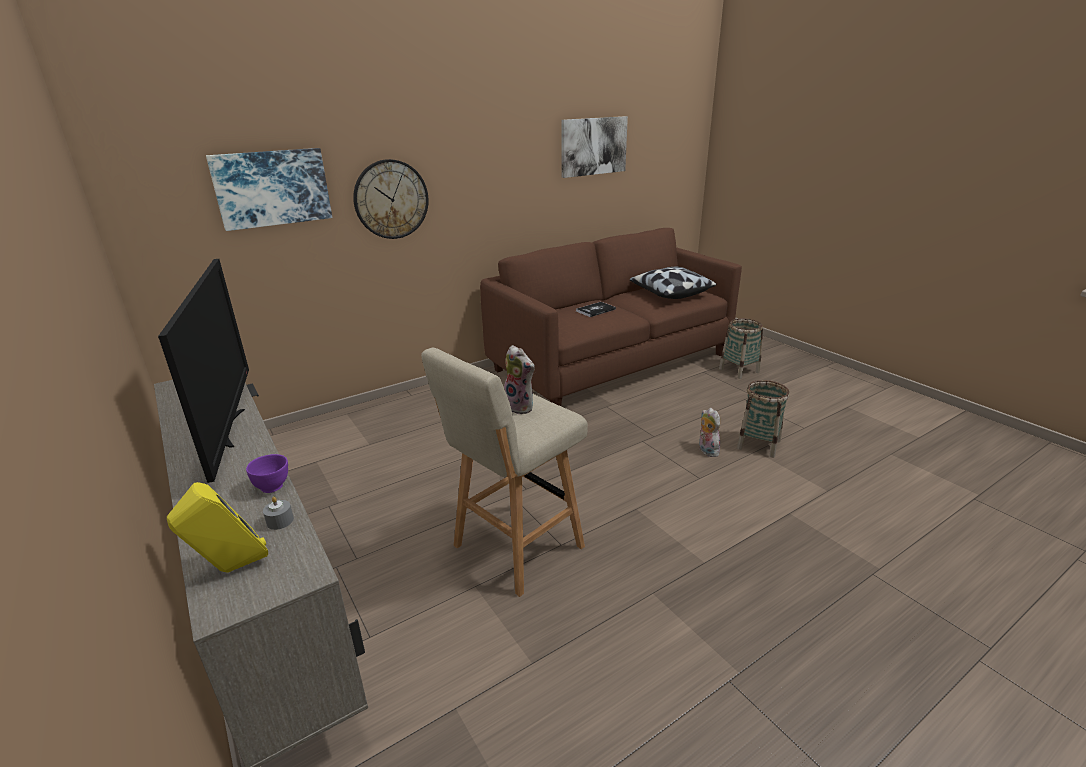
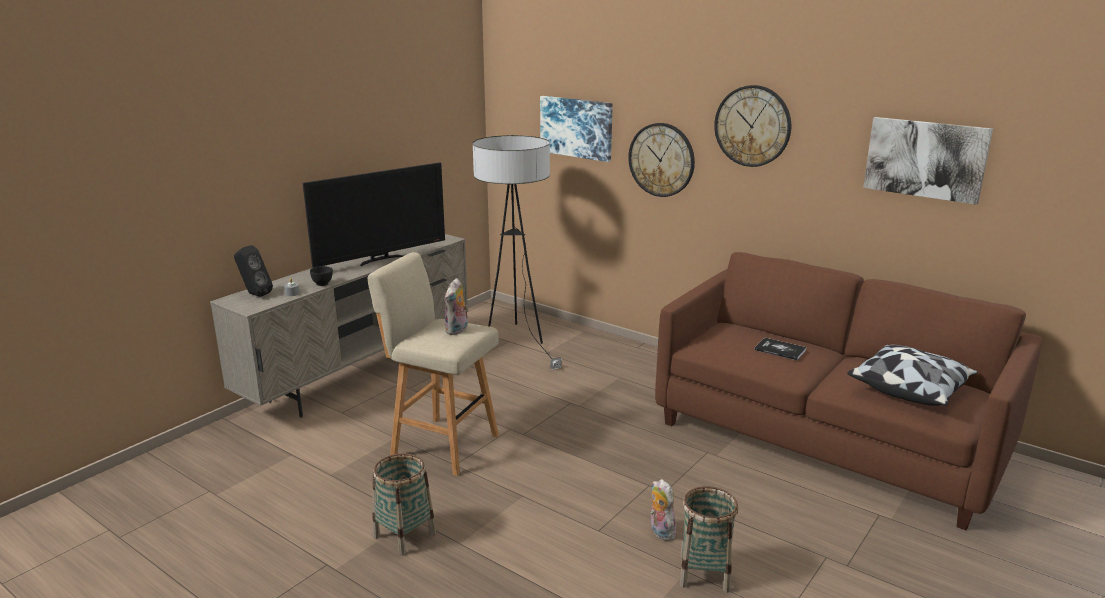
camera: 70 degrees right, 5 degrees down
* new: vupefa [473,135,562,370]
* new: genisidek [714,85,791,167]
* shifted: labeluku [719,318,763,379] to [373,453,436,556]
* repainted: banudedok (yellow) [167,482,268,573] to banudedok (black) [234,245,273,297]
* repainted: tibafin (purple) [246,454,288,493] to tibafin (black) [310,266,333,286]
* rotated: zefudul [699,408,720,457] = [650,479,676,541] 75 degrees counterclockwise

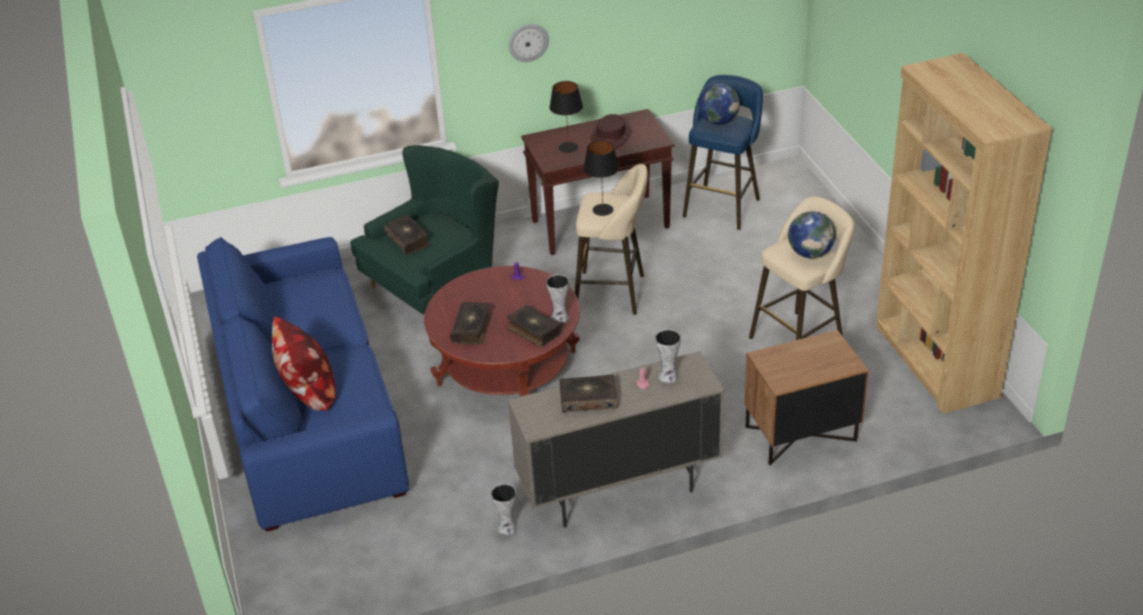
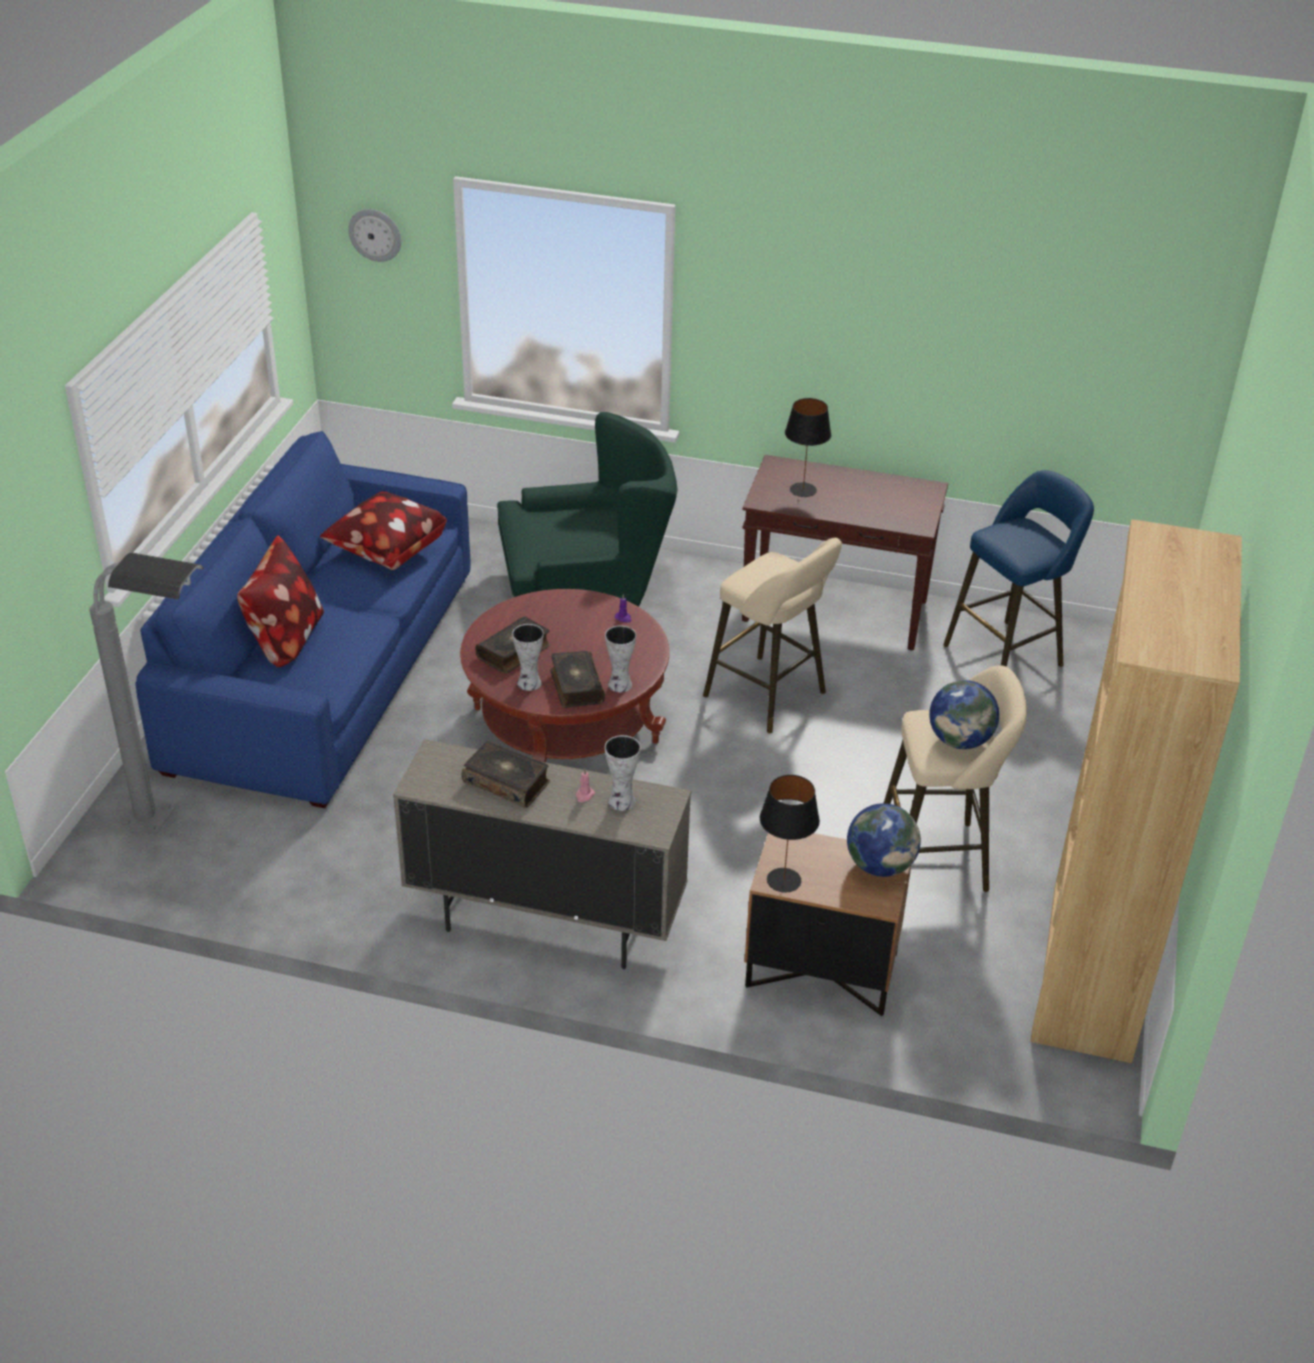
camera: 30 degrees right, 0 degrees up
* gone: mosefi [384,214,430,255]
* gone: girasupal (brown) [591,114,632,150]
* new: vupefa (grey) [89,552,204,835]
* new: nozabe [320,491,447,570]
* shifted: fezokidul [491,484,517,535] to [512,624,544,691]
* shifted: genisidek [509,24,549,62] to [348,209,401,262]
* shifted: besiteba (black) [583,141,619,216] to [760,775,820,893]
* shifted: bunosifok [699,83,740,125] to [847,803,921,877]

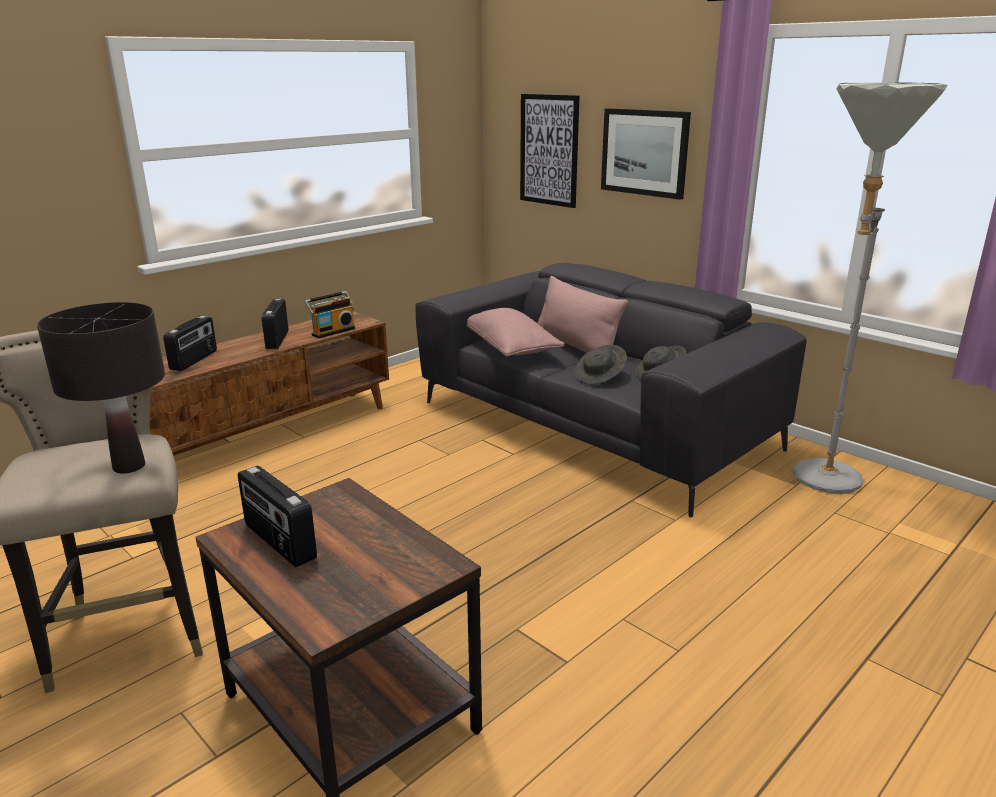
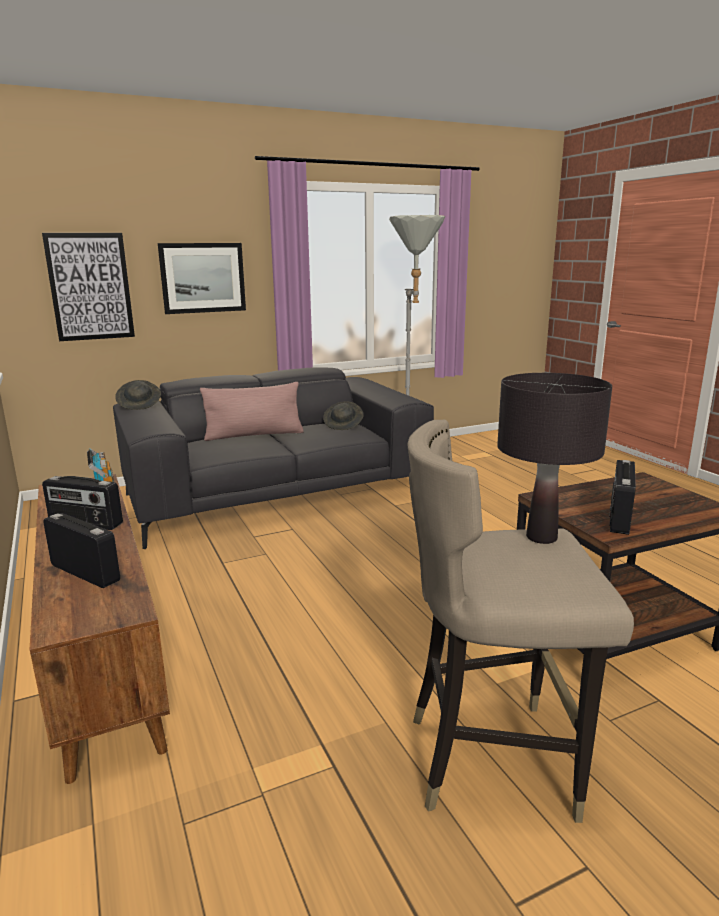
camera: 70 degrees left, 5 degrees down
* gone: nozabe (pink) [467,308,565,357]
* shifted: girasupal (grey) [575,345,627,384] to [115,380,161,410]
* rotated: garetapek [238,466,317,567] = [609,460,636,535] 135 degrees clockwise

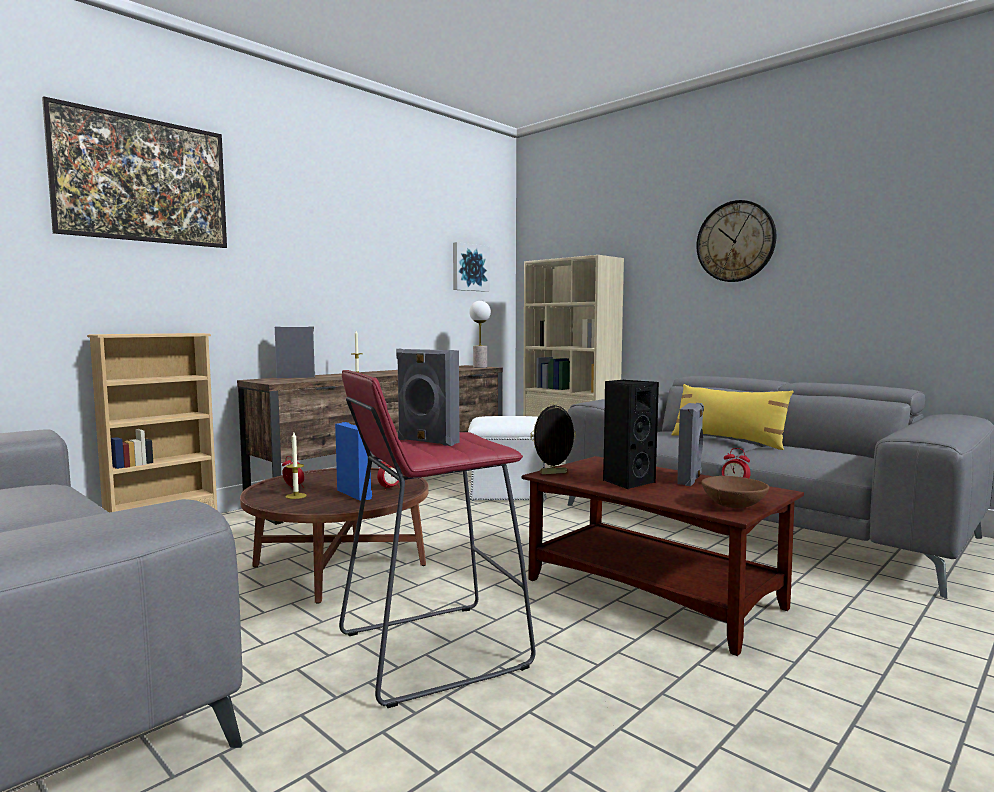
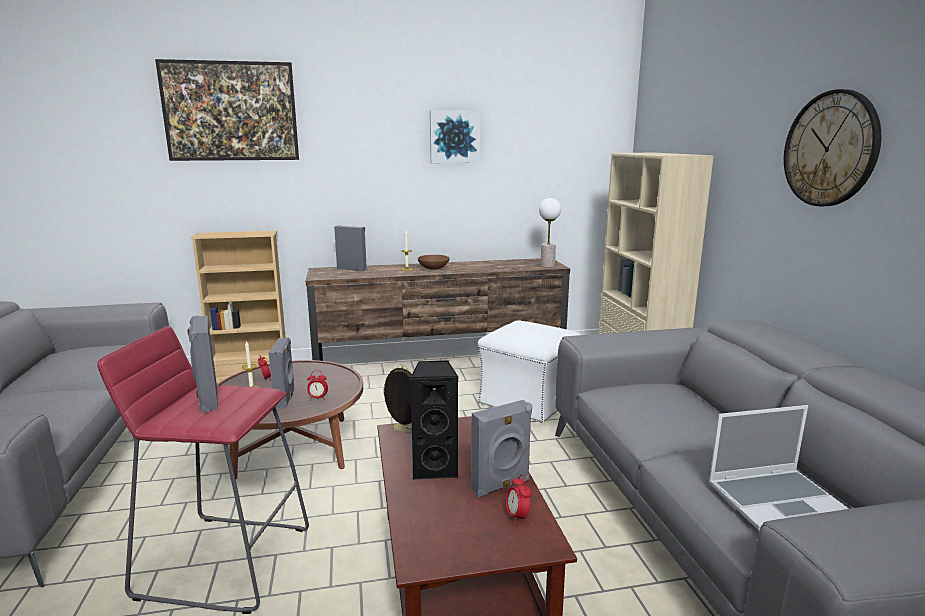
camera: 35 degrees right, 10 degrees up
* gone: nozabe (yellow) [671,384,794,450]
* new: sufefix [708,405,849,531]
* shifted: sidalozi [453,242,490,292] to [430,110,481,163]
* shifted: tibafin (brown) [701,476,769,508] to [417,255,449,270]
* repainted: banudedok (blue) [335,422,372,501] to banudedok (grey) [269,337,295,409]

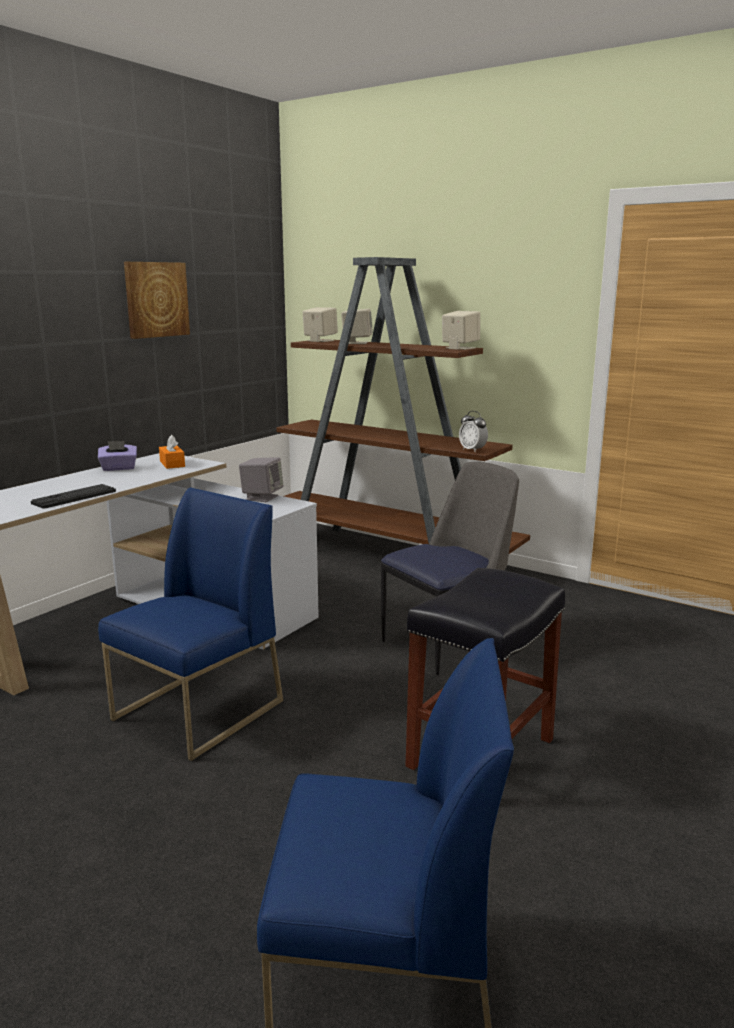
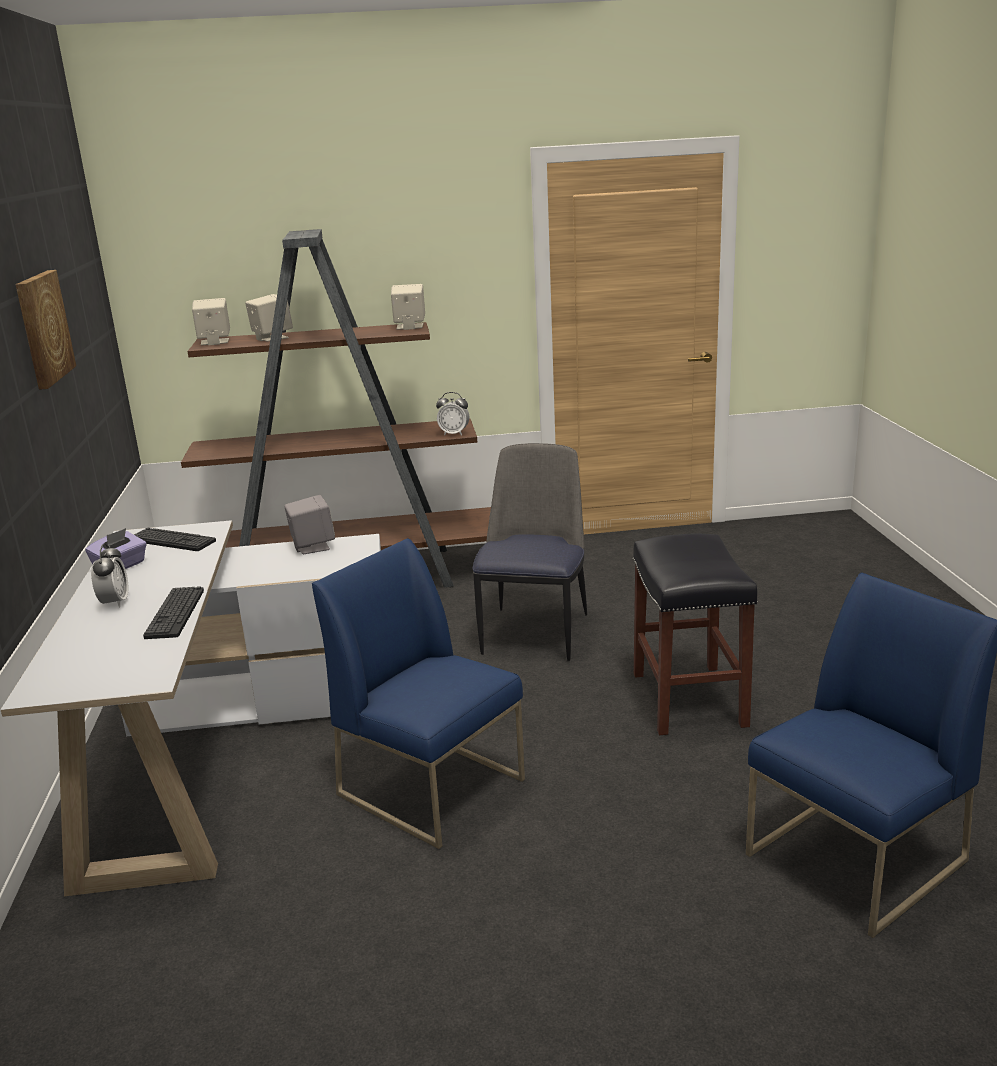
camera: 40 degrees left, 5 degrees up
* new: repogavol [91,543,128,608]
* swapped: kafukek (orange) [159,435,185,469] to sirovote [134,528,216,551]
* rotated: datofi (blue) [98,488,283,761] = [312,538,525,849] 45 degrees counterclockwise

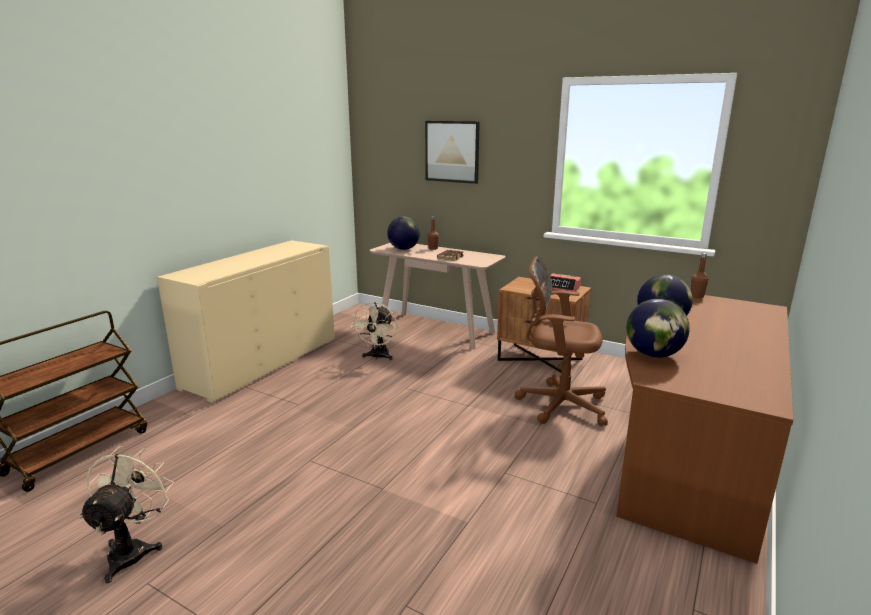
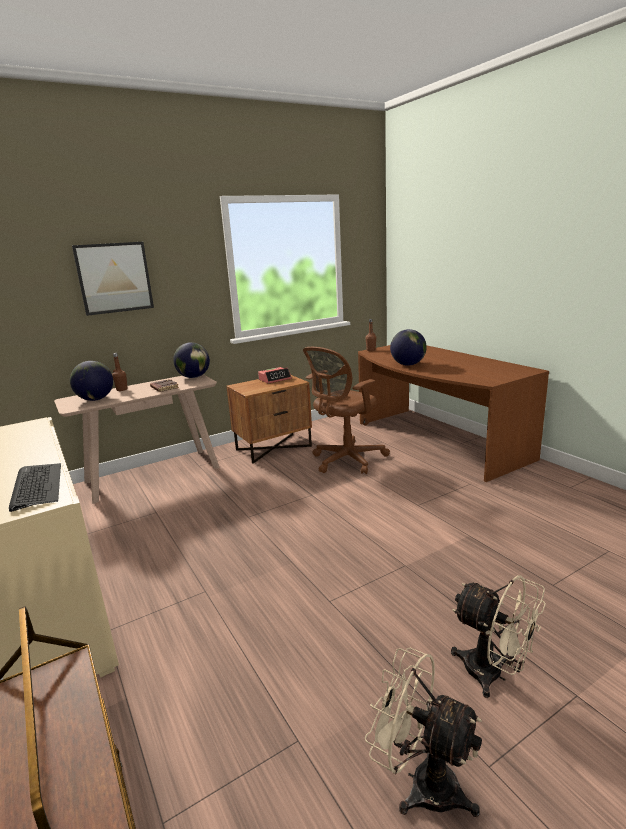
camera: 60 degrees left, 0 degrees up
* new: sirovote [9,463,61,512]
* shifted: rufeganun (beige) [351,302,397,360] to [451,575,546,698]
* shifted: bunosifok [627,299,690,358] to [173,342,210,378]

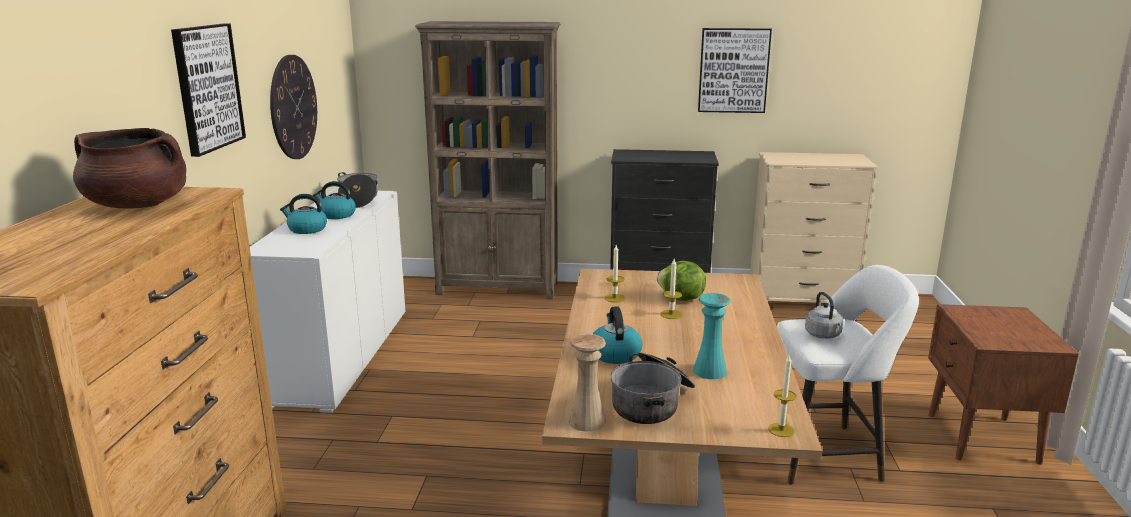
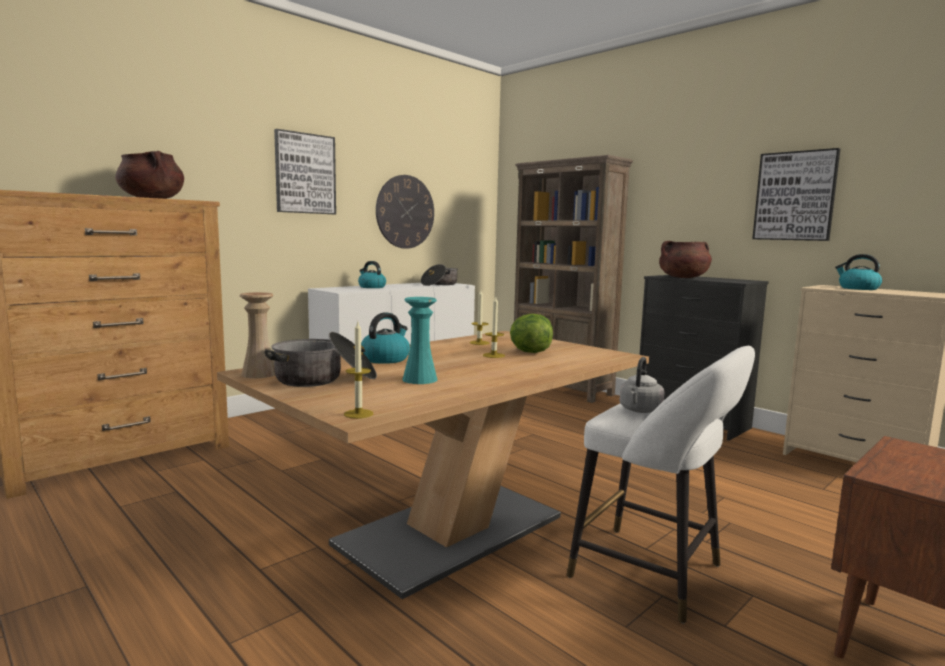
camera: 40 degrees right, 10 degrees down
* new: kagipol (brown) [659,241,712,278]
* shifted: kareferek [313,181,356,219] to [835,254,882,290]

